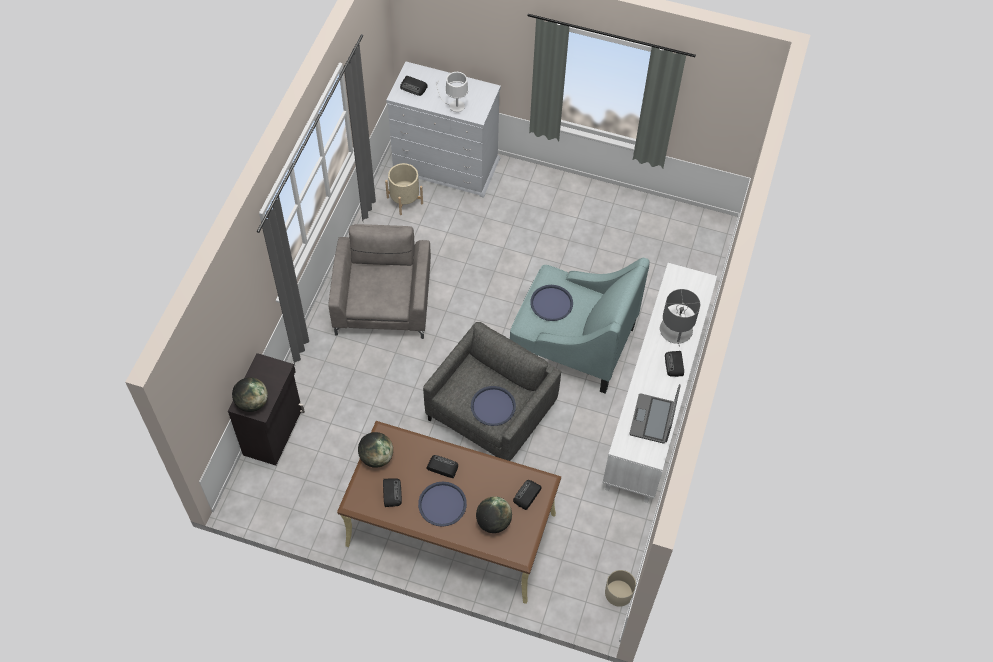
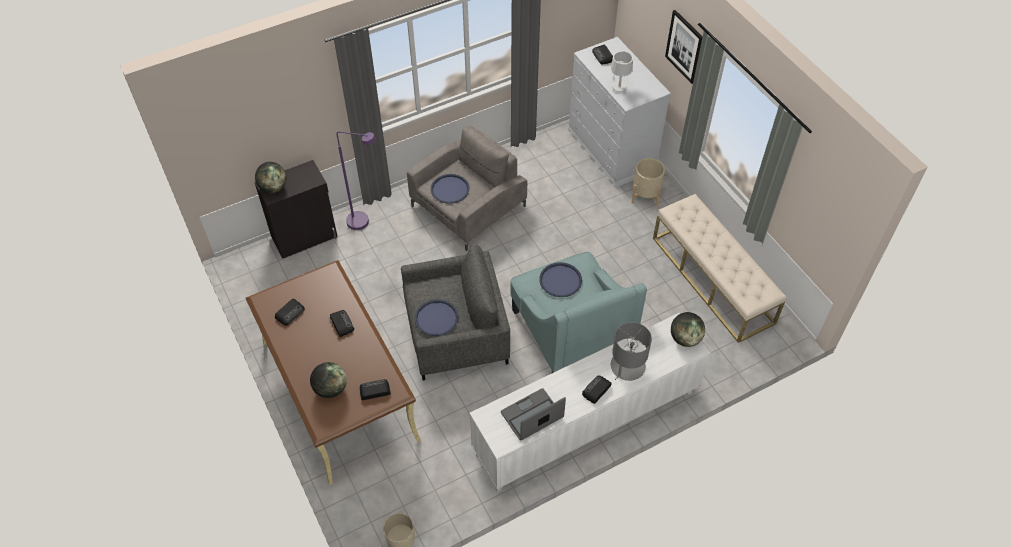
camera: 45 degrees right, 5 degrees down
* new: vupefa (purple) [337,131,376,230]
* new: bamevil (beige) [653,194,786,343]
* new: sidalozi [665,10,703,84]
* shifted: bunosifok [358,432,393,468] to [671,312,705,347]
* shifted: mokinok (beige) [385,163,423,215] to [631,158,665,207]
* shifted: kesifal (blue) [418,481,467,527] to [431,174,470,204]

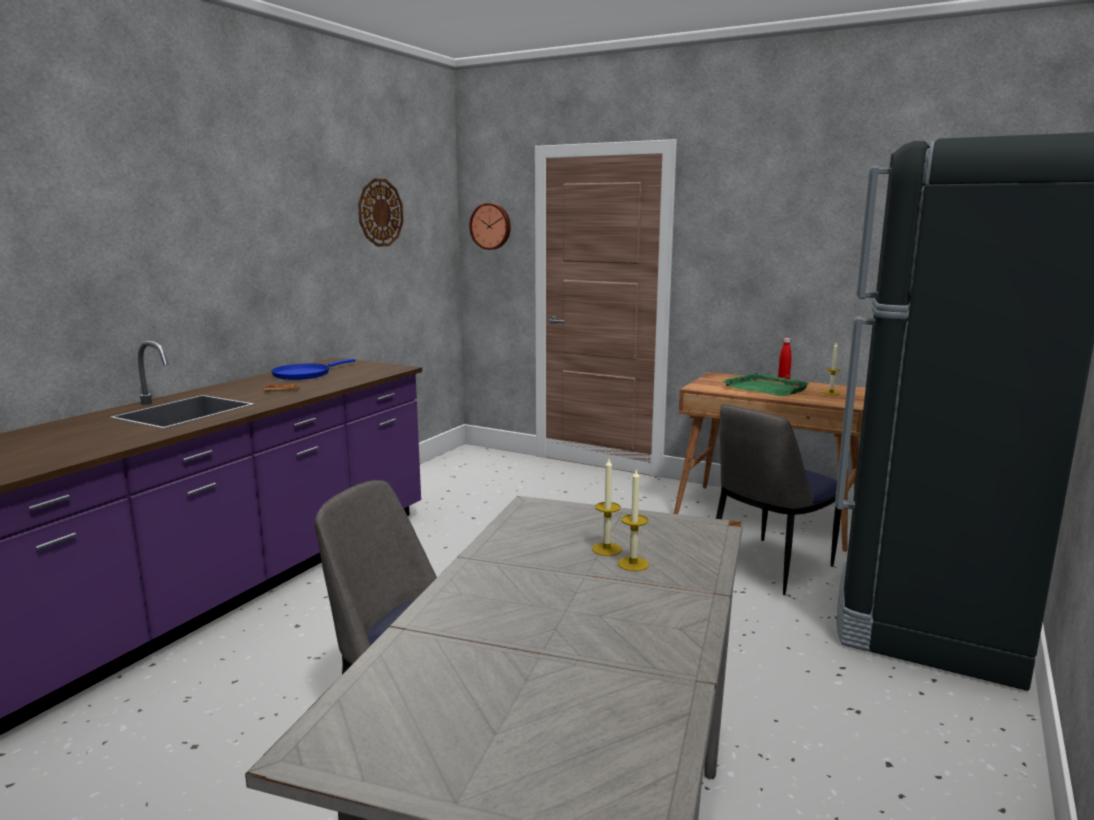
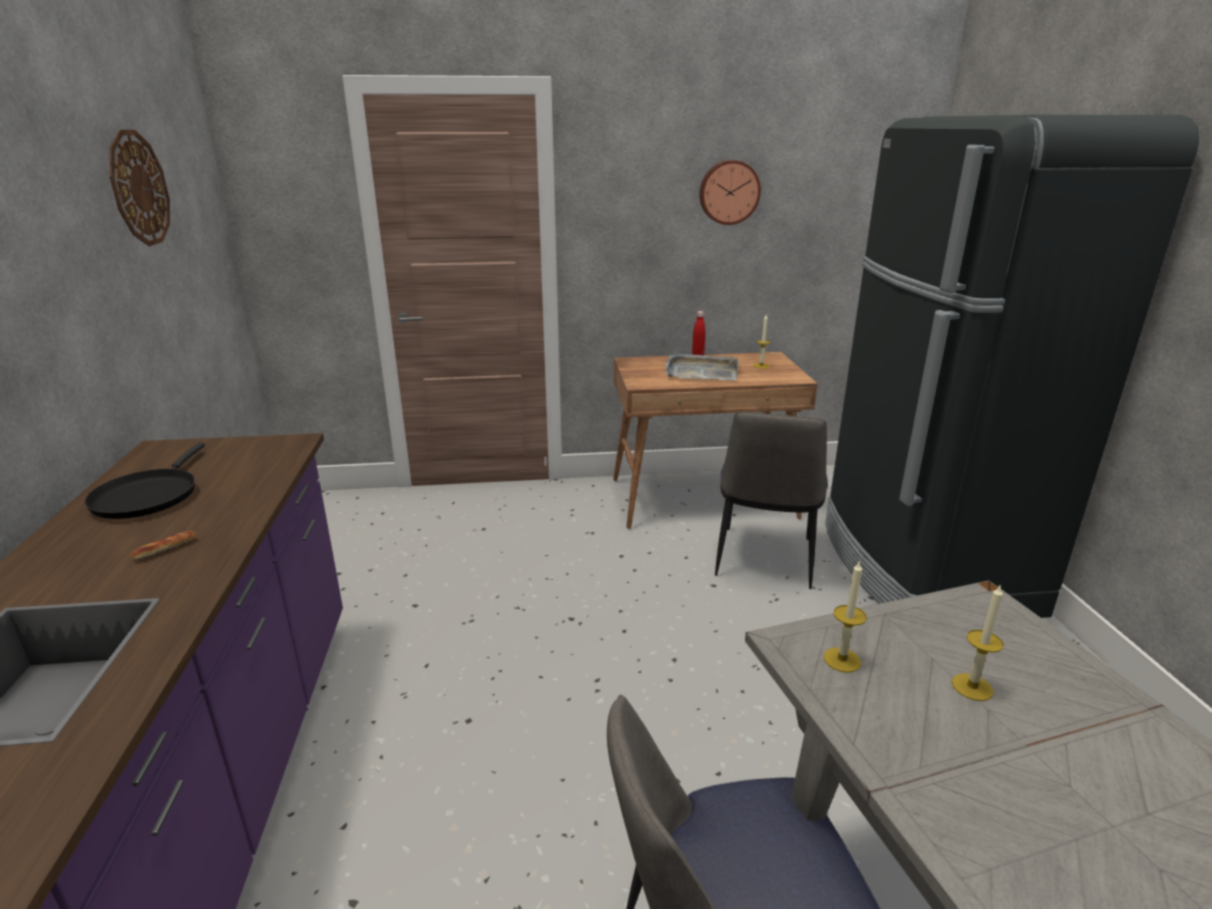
camera: 35 degrees left, 10 degrees up
* shifted: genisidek [469,203,511,250] to [699,160,761,225]
* shifted: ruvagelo [618,468,649,571] to [824,560,867,672]
* repainted: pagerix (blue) [271,359,355,380] to pagerix (black) [84,443,205,519]
* repainted: kesifal (green) [723,372,809,396] to kesifal (grey) [665,353,739,381]

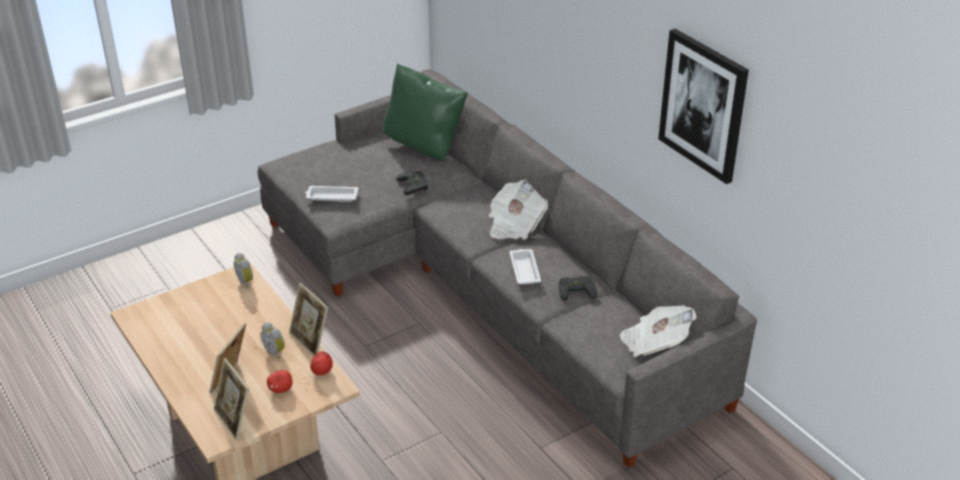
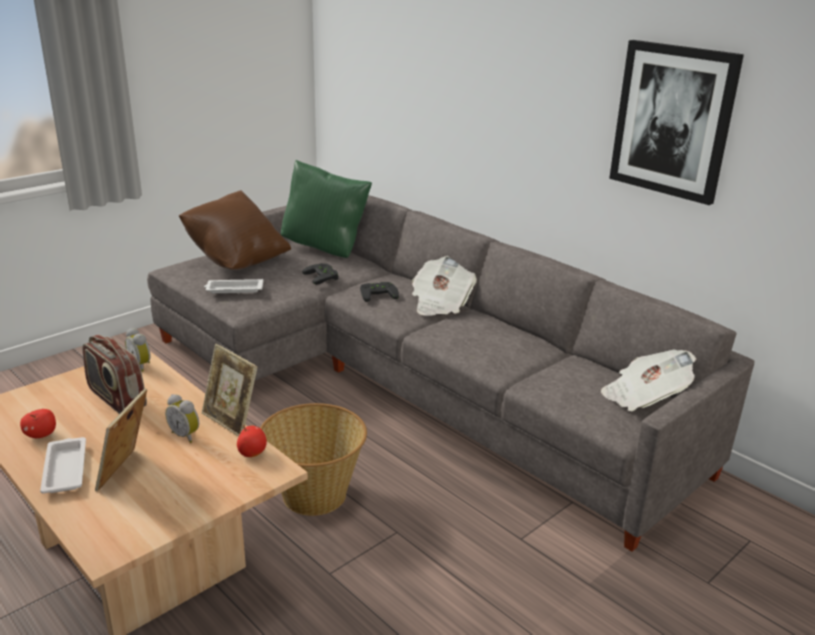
camera: 10 degrees left, 10 degrees down
* gone: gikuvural [213,358,249,440]
* new: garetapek [82,335,147,414]
* new: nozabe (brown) [179,190,291,270]
* new: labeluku [260,403,367,516]
* shifted: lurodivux [267,370,292,393] to [20,409,56,438]
* shifted: kesifal (white) [509,249,541,284] to [40,437,86,493]
* shifted: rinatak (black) [558,276,597,301] to [360,282,399,302]

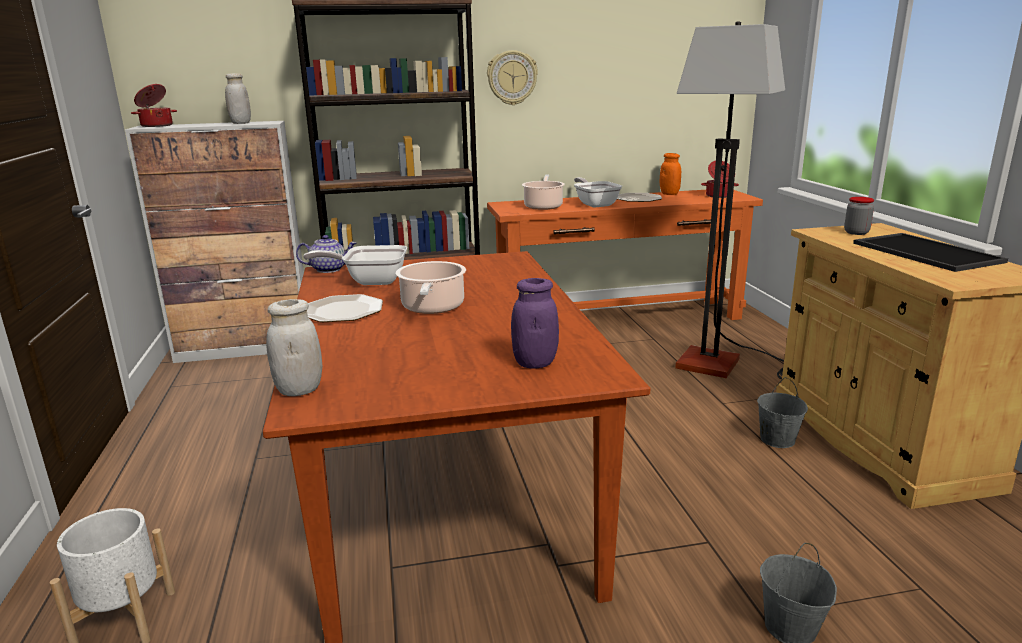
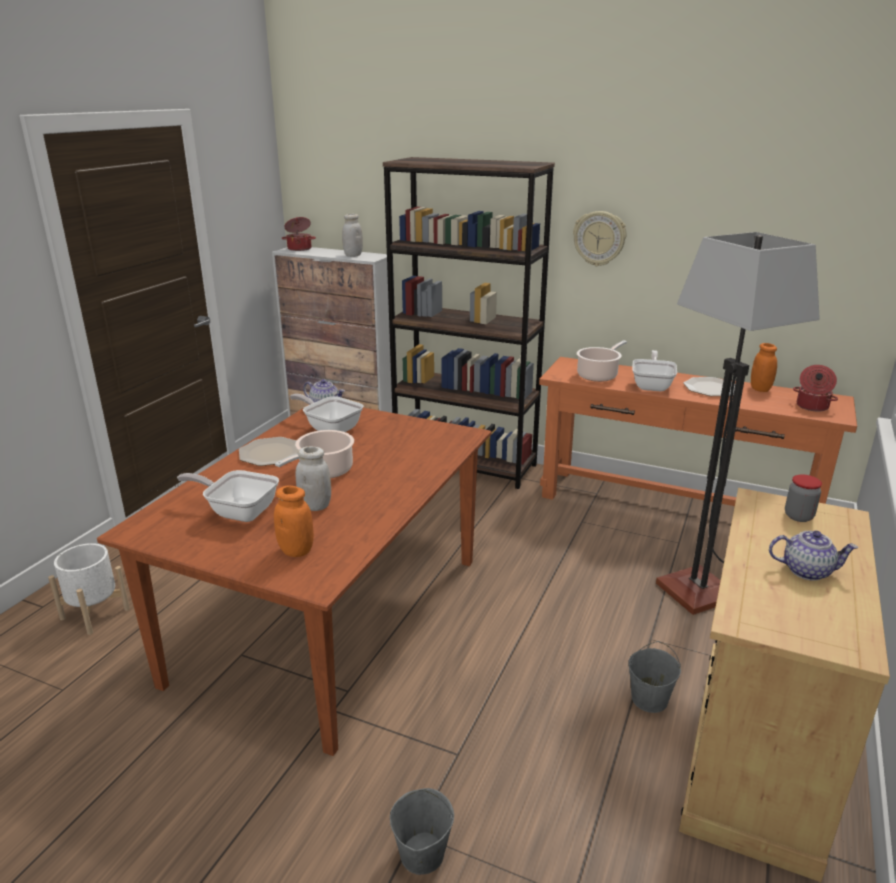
camera: 35 degrees right, 5 degrees up
* new: pagerix [177,470,279,522]
* shifted: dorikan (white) [266,299,323,396] to [295,446,331,511]
* swapped: kesifal [853,233,1008,272] to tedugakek [769,531,858,581]
* repainted: dorikan (purple) [511,278,559,369] to dorikan (orange) [274,486,314,557]

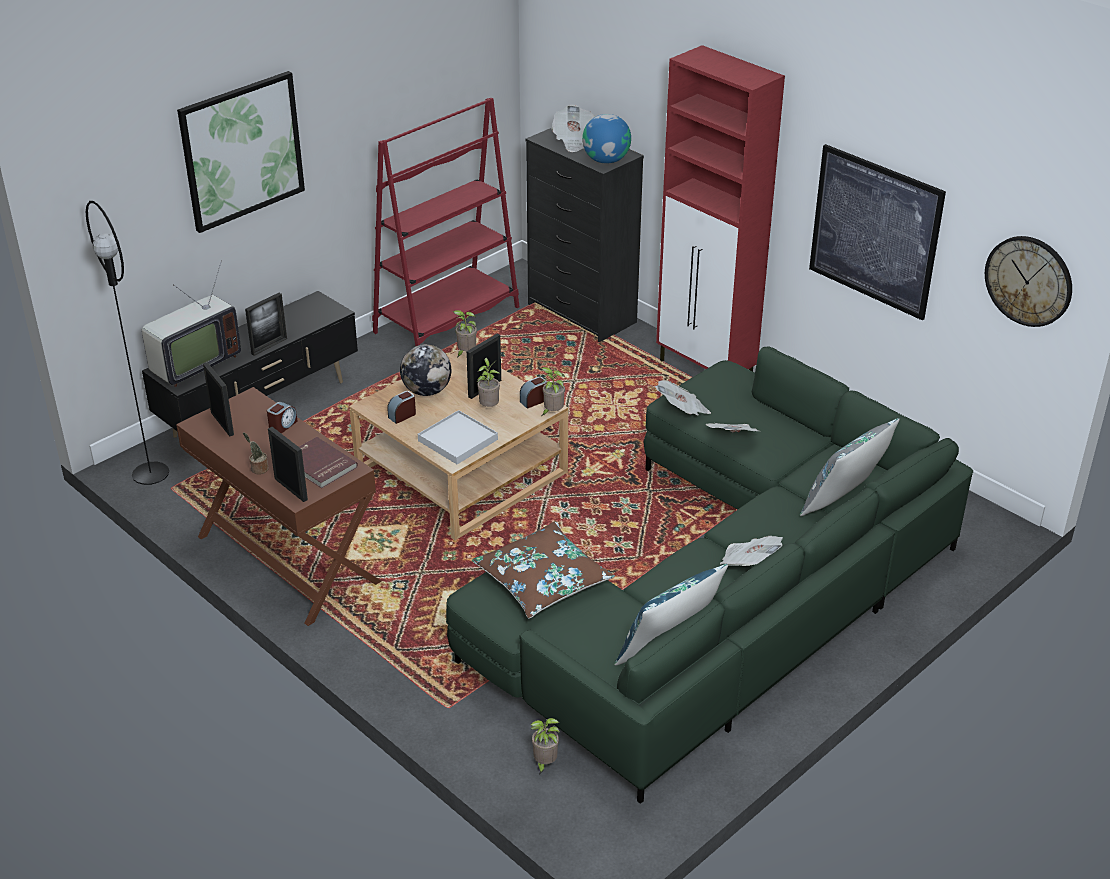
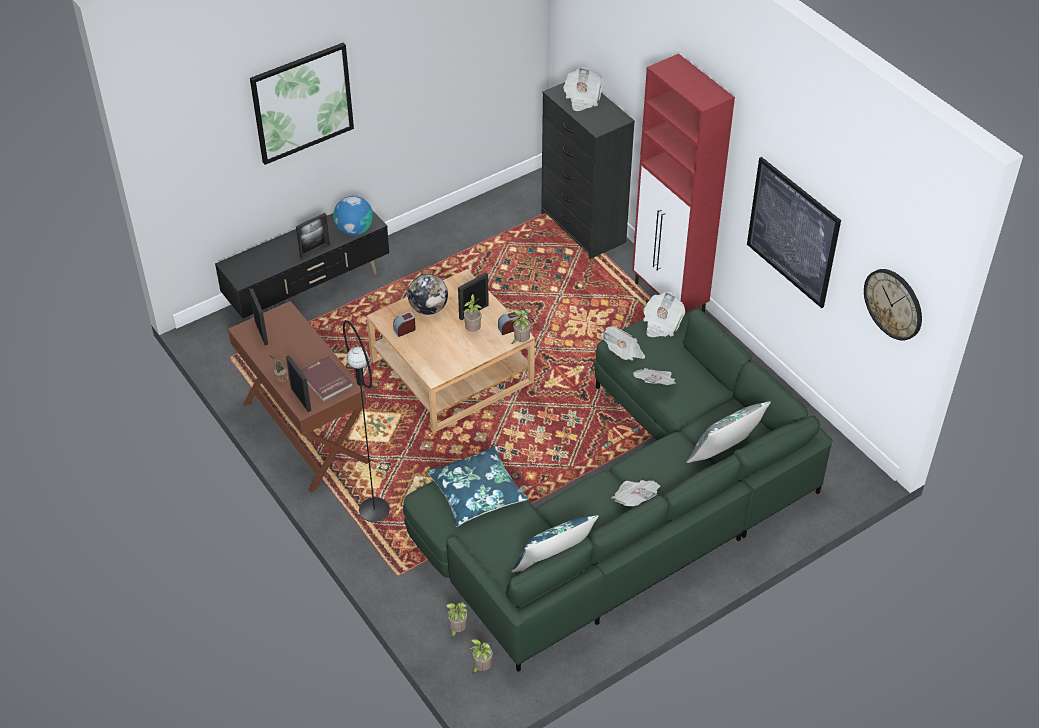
camera: 10 degrees right, 10 degrees up
* gone: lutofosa [142,261,241,387]
* gone: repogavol [267,402,298,434]
* gone: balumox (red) [372,98,520,346]
* gone: kesifal (white) [418,410,498,464]
* new: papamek [643,292,685,337]
* shifted: vupefa (black) [86,201,169,485] to [343,320,390,522]
* shifted: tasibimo [453,310,477,357] to [470,639,493,674]
* shifted: bunosifok [582,114,631,164] to [333,196,373,236]
* repainted: nozabe (brown) [472,521,615,619] to nozabe (blue) [426,445,529,526]

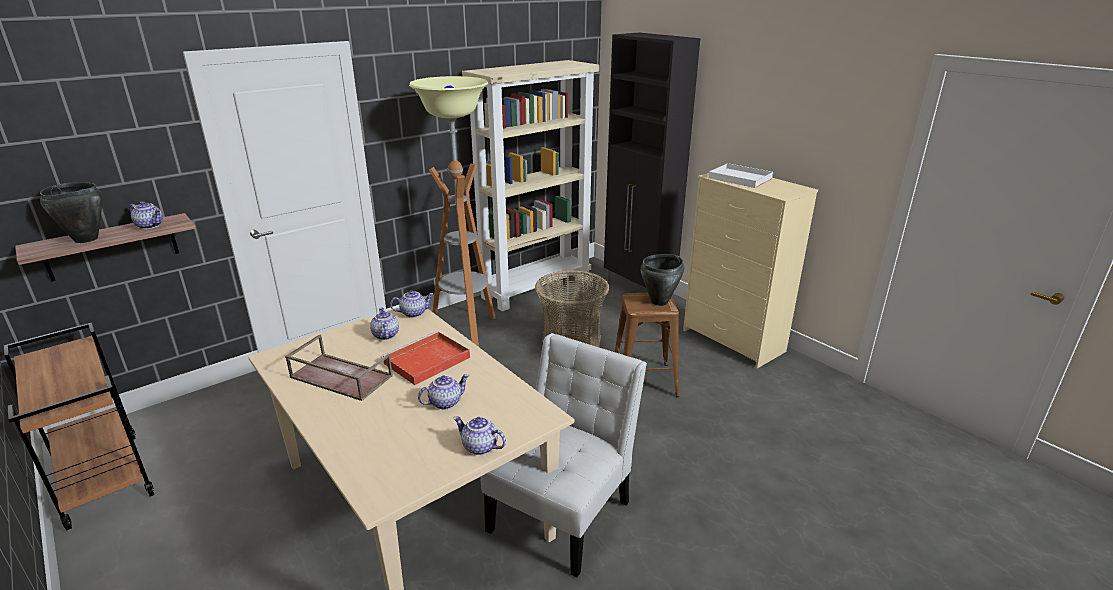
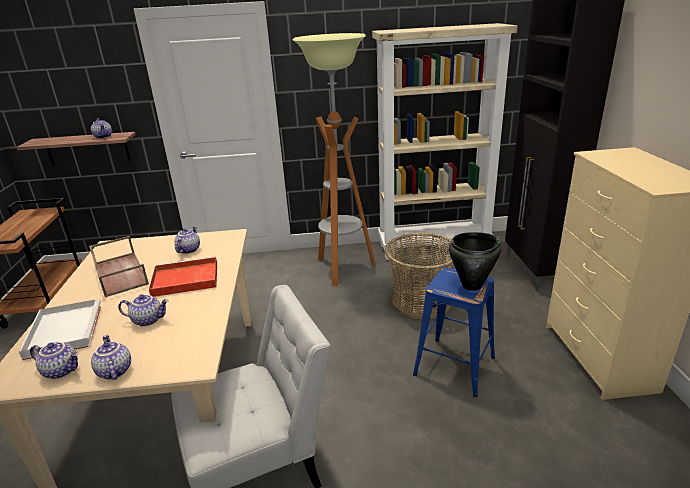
camera: 35 degrees right, 0 degrees up
* gone: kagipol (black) [40,182,102,243]
* shifted: tedugakek [390,290,434,318] to [30,342,78,379]
* shifted: kesifal (white) [708,163,773,188] to [19,299,101,360]
* repainted: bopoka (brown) [615,293,679,398] to bopoka (blue) [413,268,495,397]

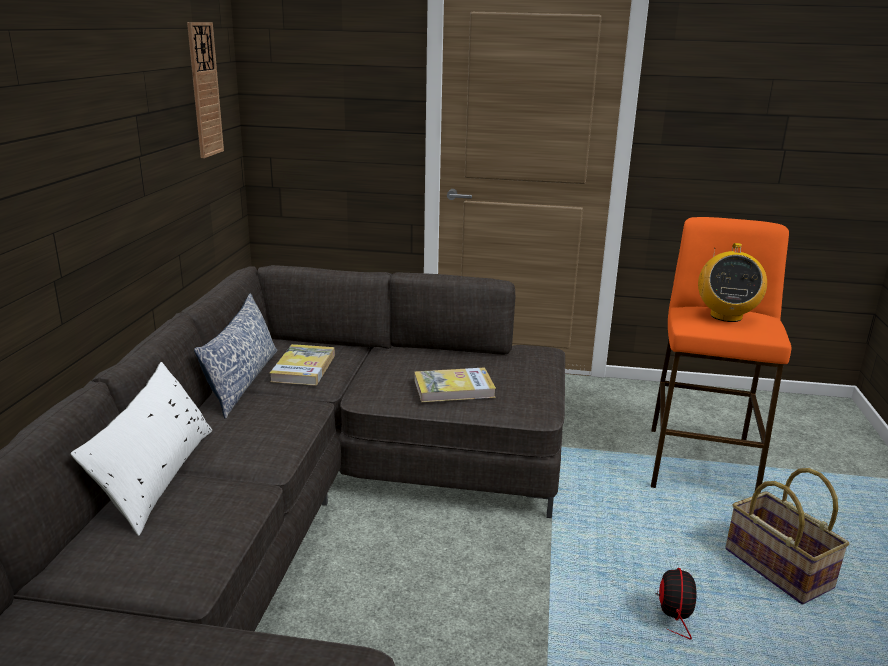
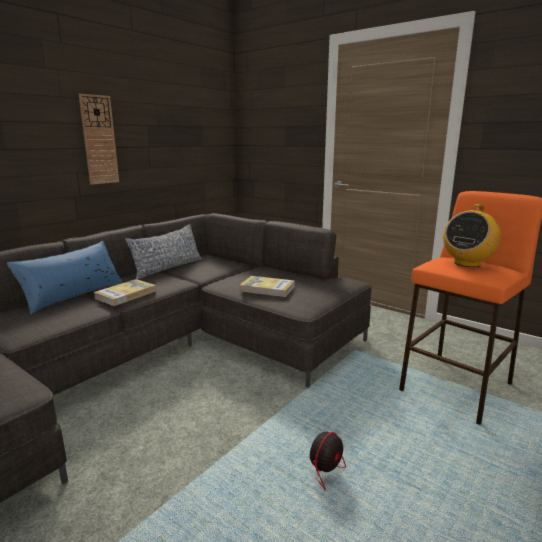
camera: 30 degrees right, 5 degrees down
* gone: labeluku [725,468,849,604]
* shifted: genisidek [187,22,224,158] to [79,94,119,185]
* shifted: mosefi [270,344,335,386] to [93,279,156,306]
* repainted: nozabe (white) [70,362,212,536] to nozabe (blue) [7,241,123,314]

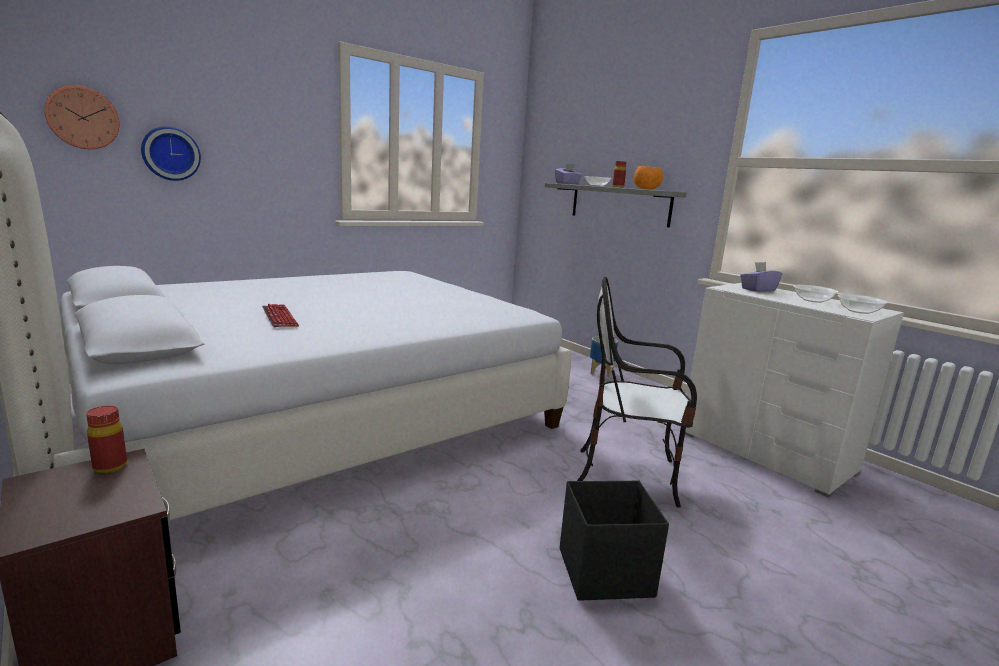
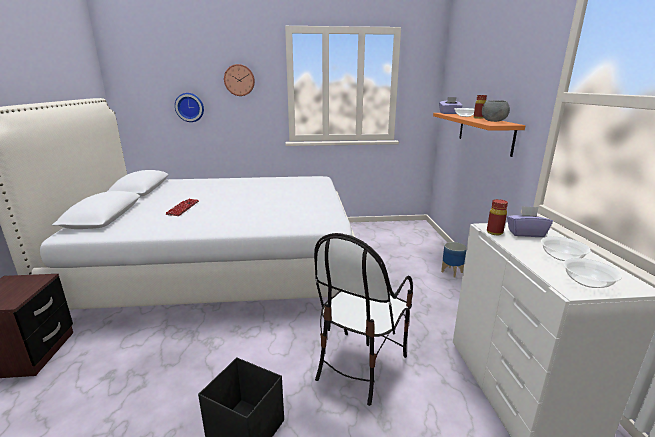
camera: 35 degrees right, 5 degrees up
* shifted: genisidek [45,85,119,149] to [224,64,255,96]
* shifted: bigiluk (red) [86,406,127,473] to [487,199,508,235]
* repainted: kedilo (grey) [545,183,686,227] to kedilo (orange) [433,113,525,157]
* repainted: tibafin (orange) [634,166,663,190] to tibafin (grey) [482,101,510,122]
* rotated: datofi [577,277,697,508] = [314,233,413,406] 105 degrees counterclockwise

